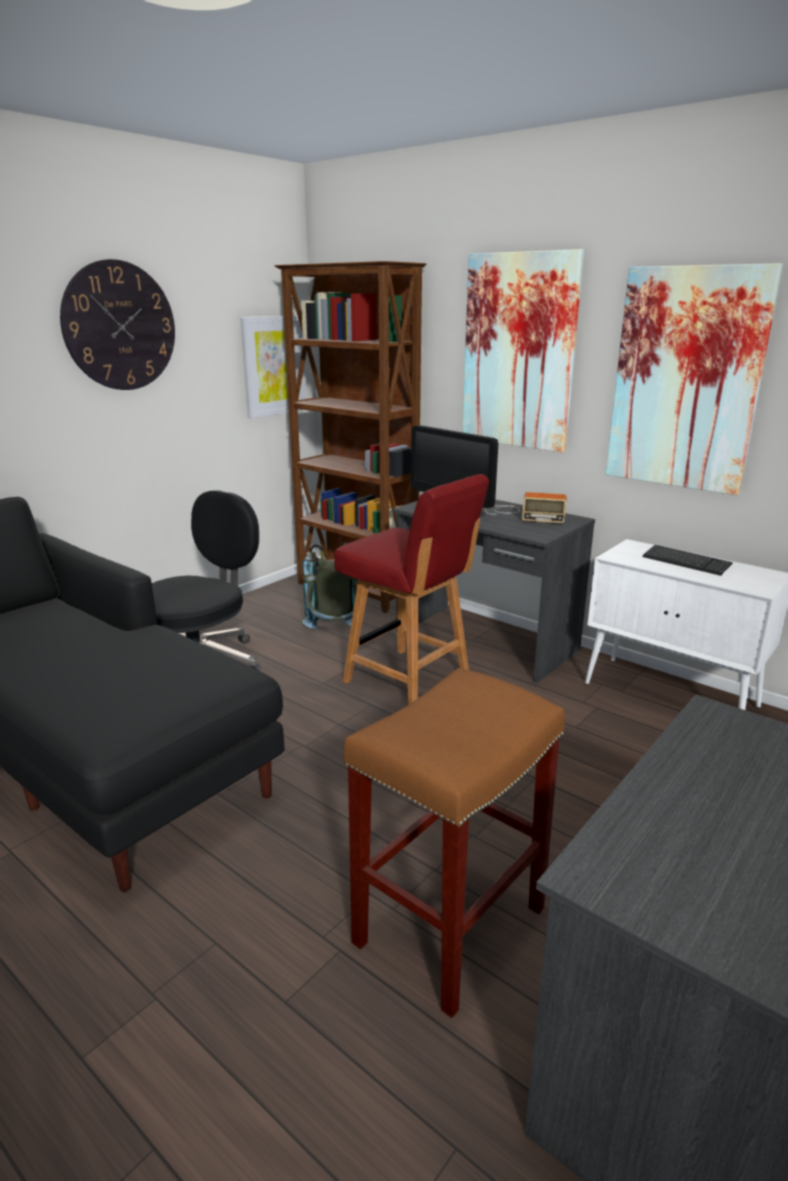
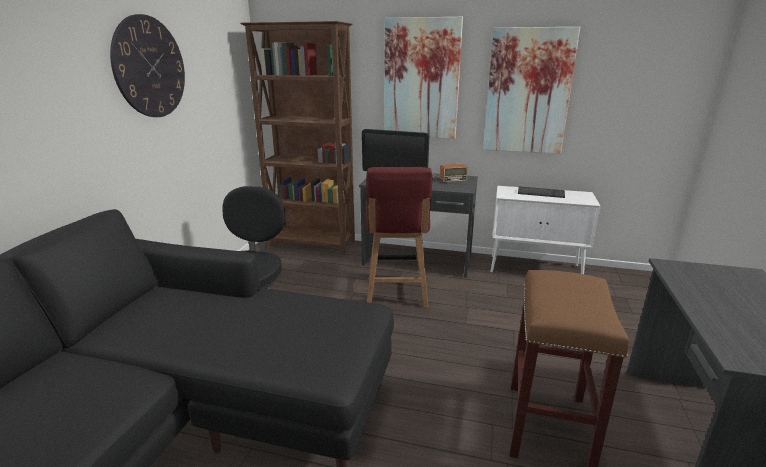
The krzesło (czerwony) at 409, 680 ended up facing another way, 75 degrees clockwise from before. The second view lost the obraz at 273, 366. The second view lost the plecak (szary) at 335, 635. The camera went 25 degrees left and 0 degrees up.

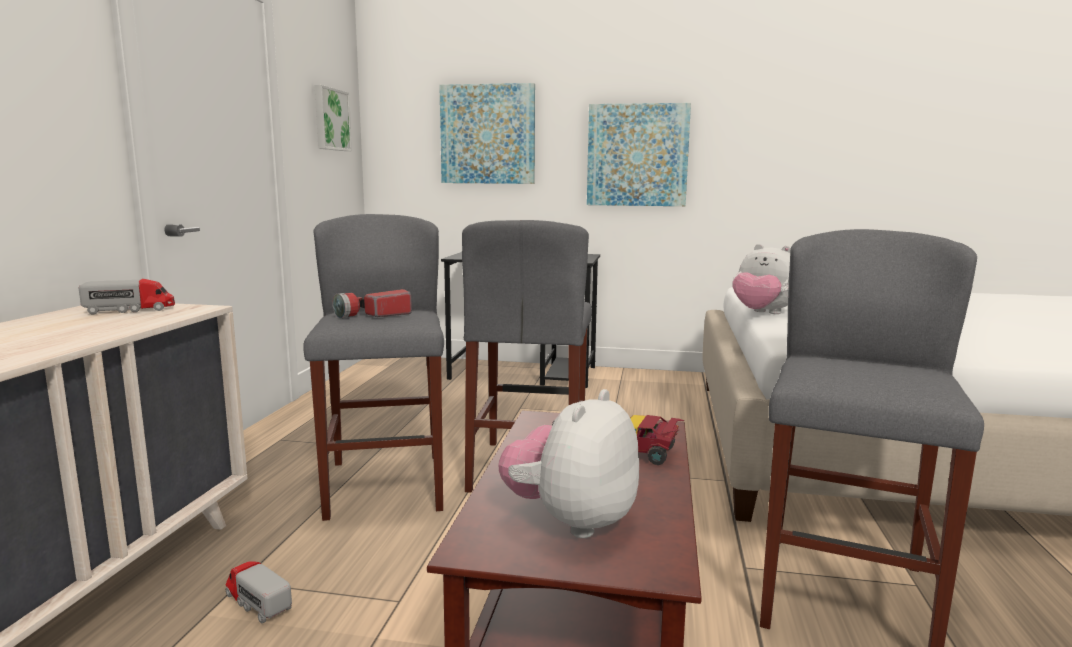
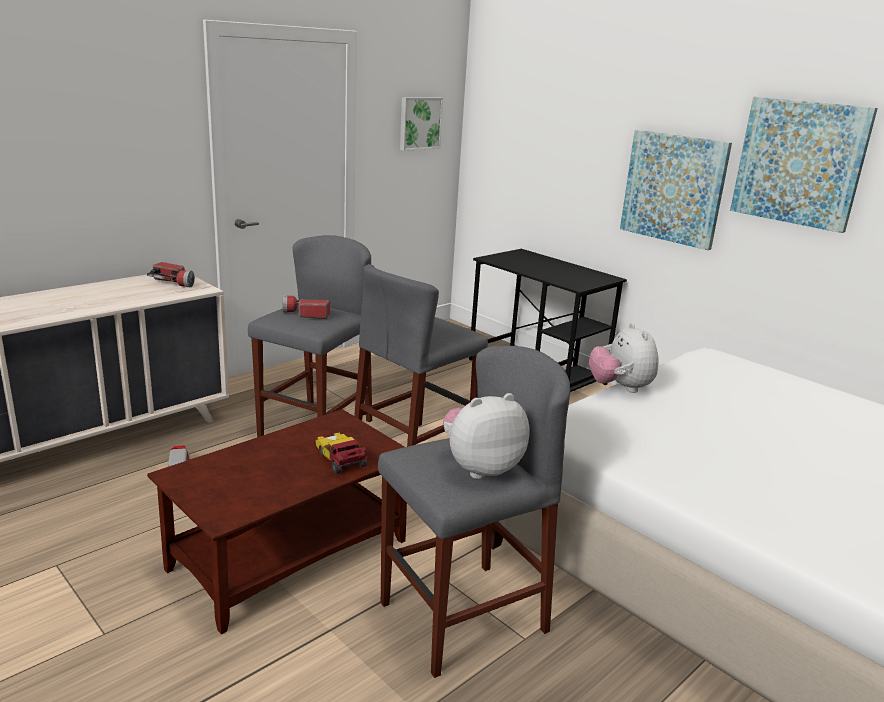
Where the ciężarówka zabawkowa stood at 130, 310, the latarka came to stand at 174, 283. The pluszak ended up elsewhere, having gone from 571, 521 to 480, 467. The obraz ended up elsewhere, having gone from 488, 134 to 799, 163. The camera went 35 degrees right and 10 degrees up.

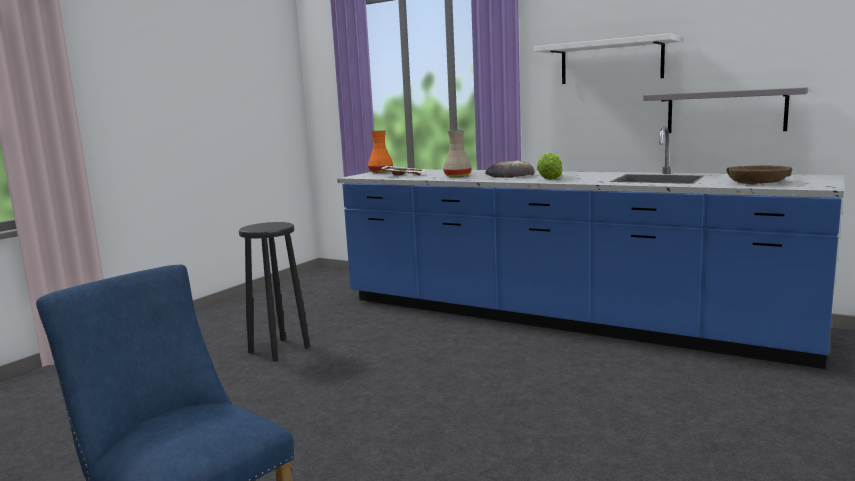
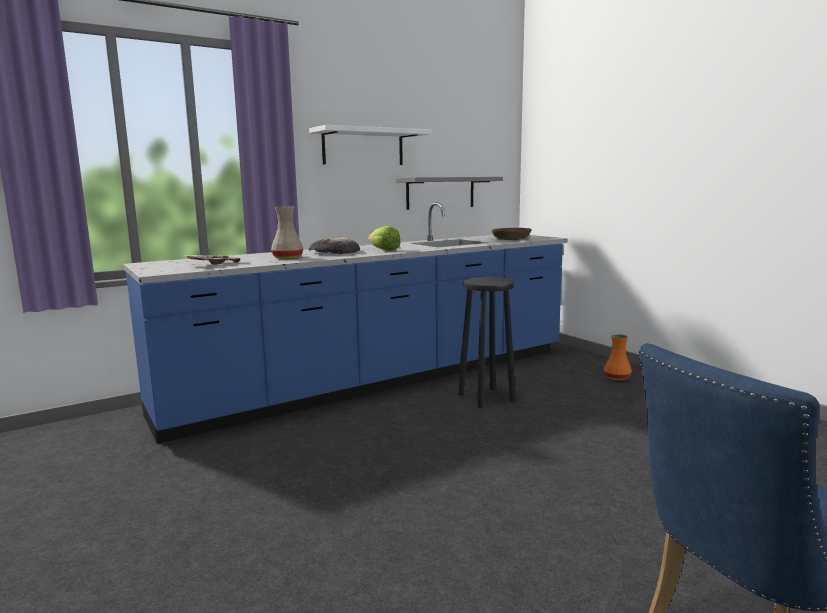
The stołek (czarny) ended up elsewhere, having gone from 279, 350 to 487, 397. The wazon (pomarańczowy) ended up elsewhere, having gone from 381, 172 to 616, 377. The camera went 65 degrees left and 0 degrees up.

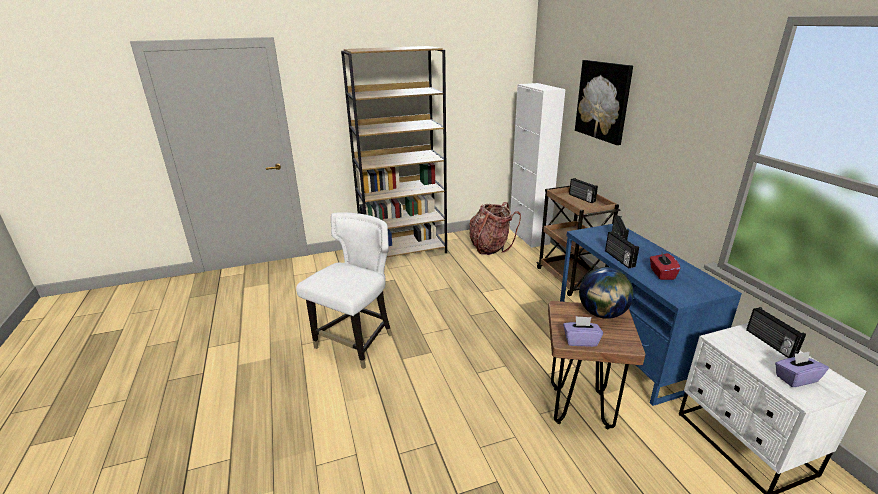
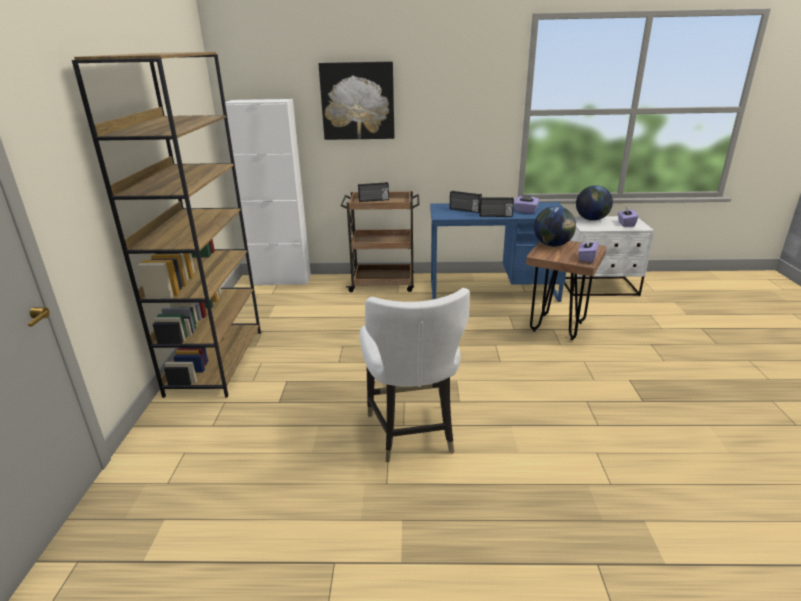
The krzesło (biały) at 356, 343 ended up facing another way, 150 degrees counterclockwise from before. What was the pudełko chusteczek (czerwony) at 661, 274 turned into the pudełko chusteczek (fioletowy) at 525, 211. Where the radio stood at 769, 343, the globus came to stand at 591, 219. The second view lost the plecak at 490, 247. The camera went 70 degrees left and 0 degrees up.

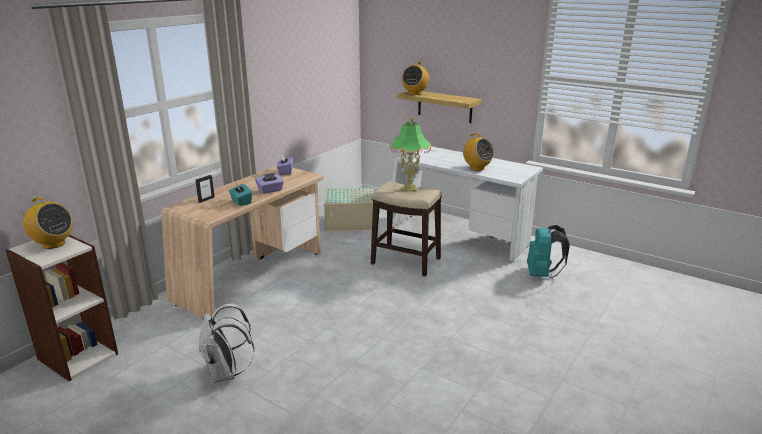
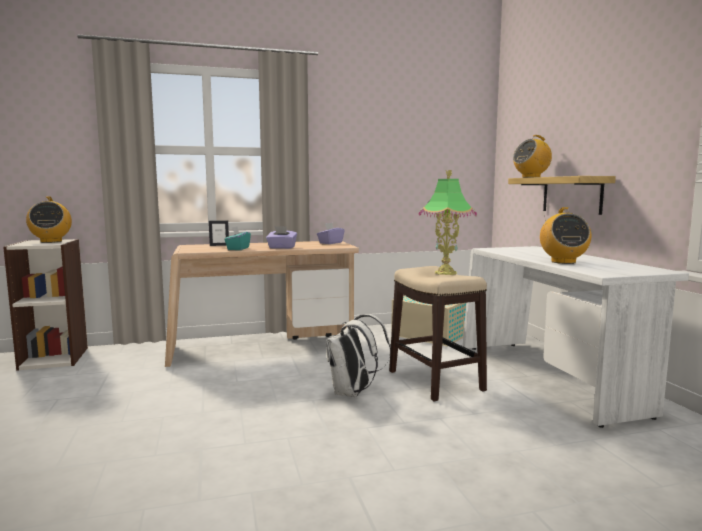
The plecak (biały) ended up elsewhere, having gone from 226, 374 to 353, 393. The second view lost the plecak (turkusowy) at 542, 274. The camera went 40 degrees right and 15 degrees down.

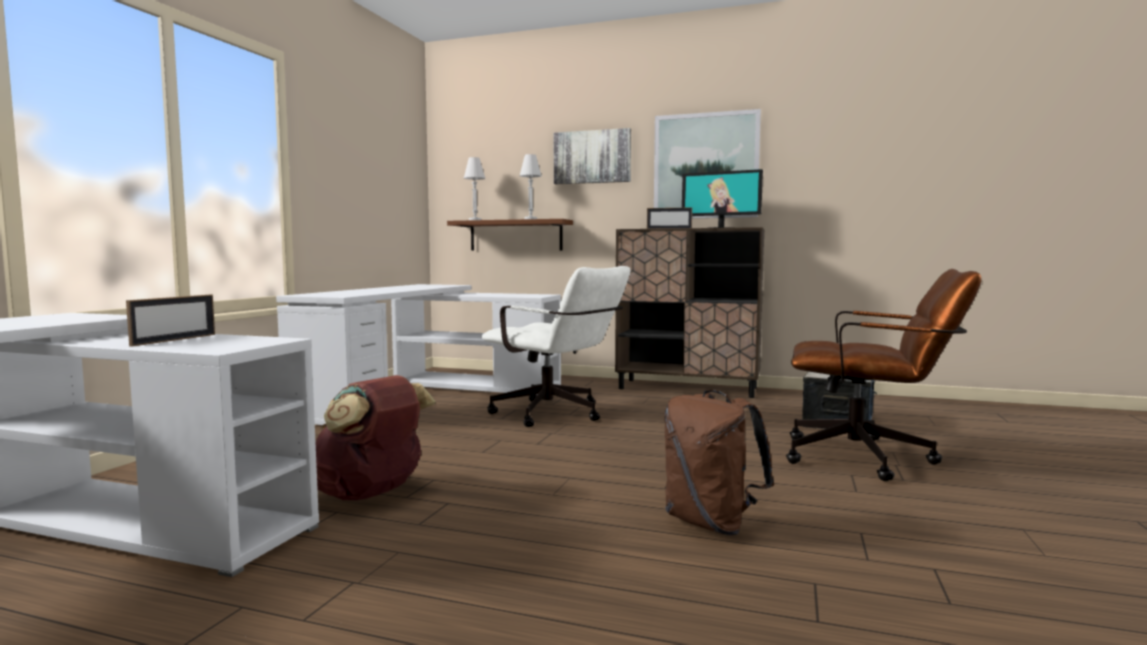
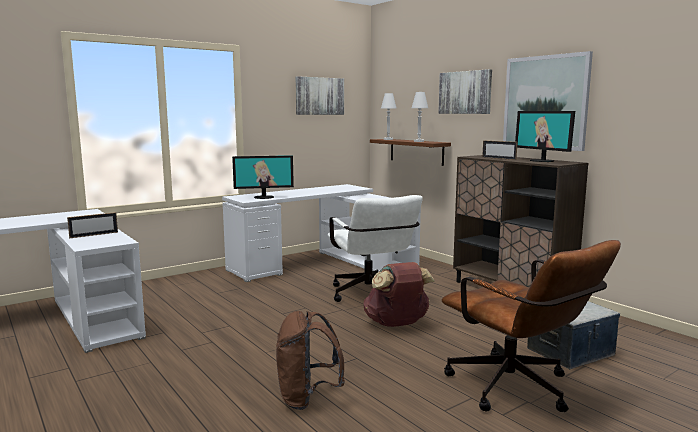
The second view gained the monitor at 264, 197. The second view gained the obraz at 319, 96. The plecak (brązowy) ended up elsewhere, having gone from 369, 494 to 397, 324. The camera went 35 degrees right and 5 degrees up.

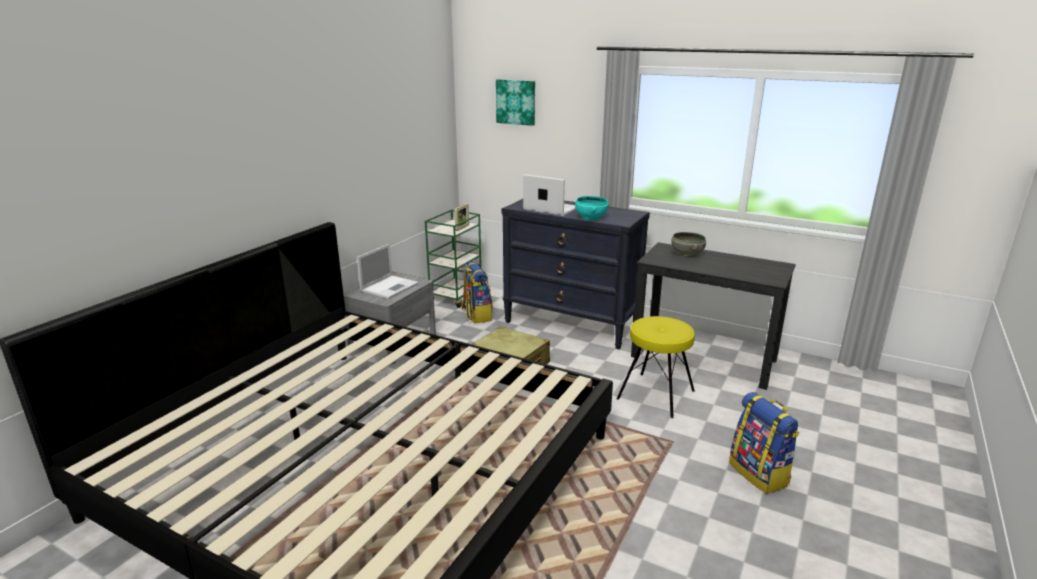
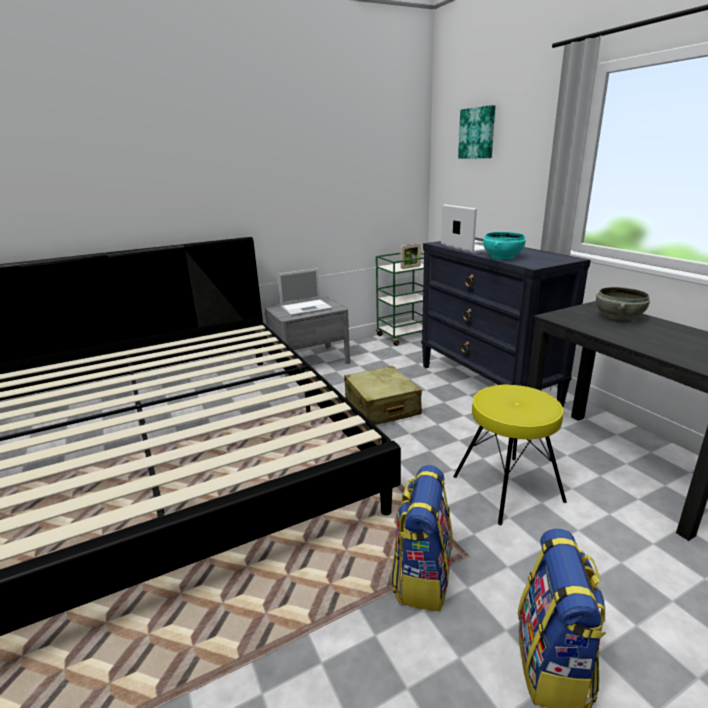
The plecak ended up elsewhere, having gone from 476, 315 to 421, 576. The camera went 35 degrees right and 0 degrees up.

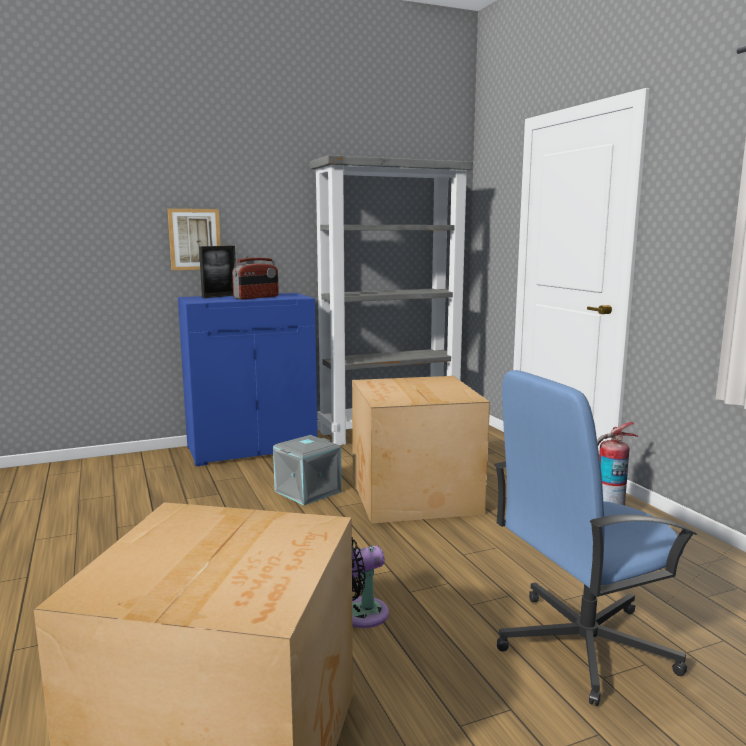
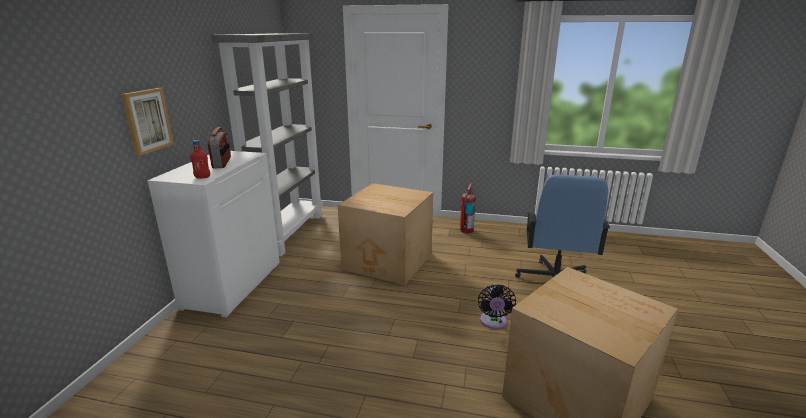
What was the szafka (niebieski) at 252, 448 turned into the szafka (biały) at 232, 285. The second view gained the butelka (czerwony) at 202, 177. The second view lost the ramka na zdjęcie at 219, 296. The second view lost the pojemnik do przechowywania (szary) at 308, 492. The camera went 55 degrees left and 10 degrees up.

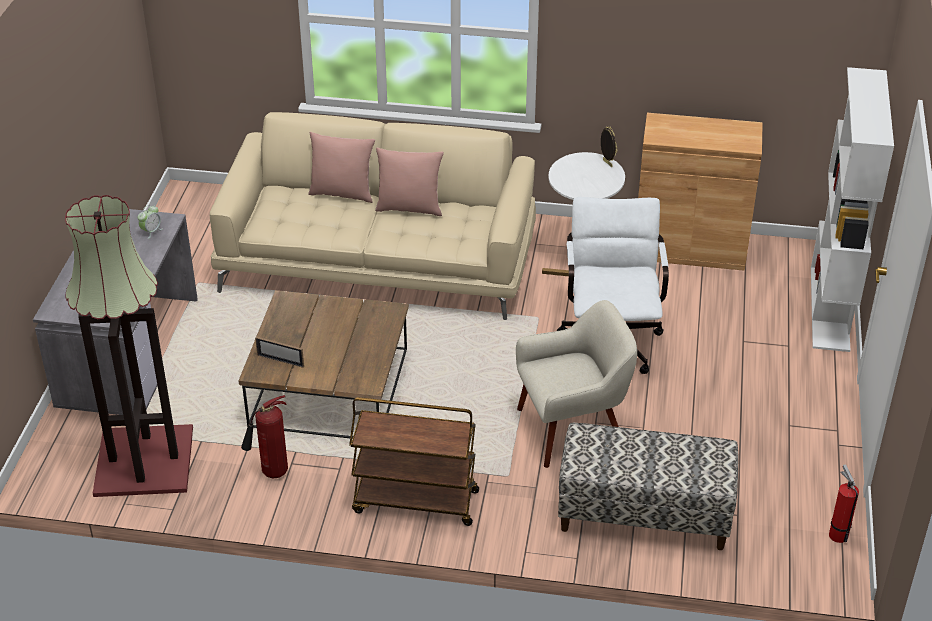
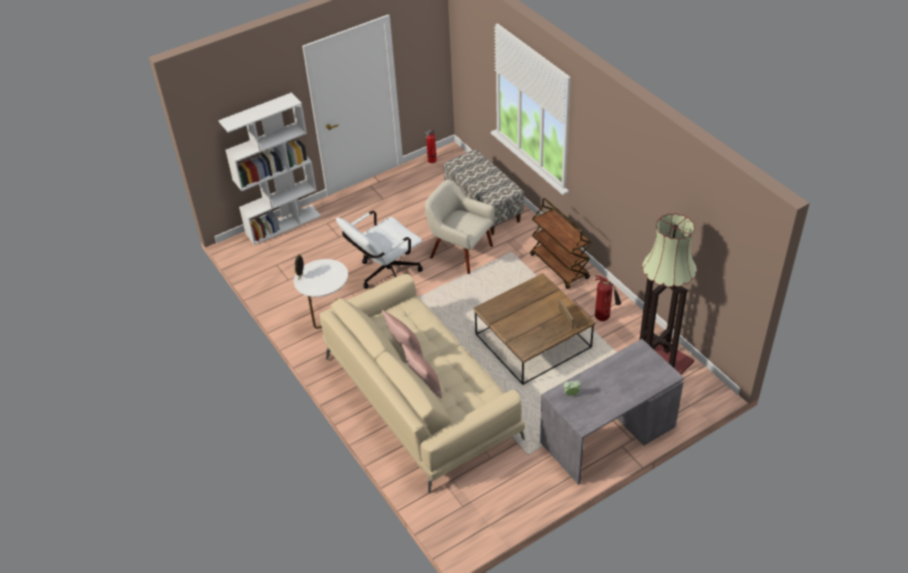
The second view lost the szafka (brązowy) at 689, 248. The camera went 130 degrees left and 5 degrees up.

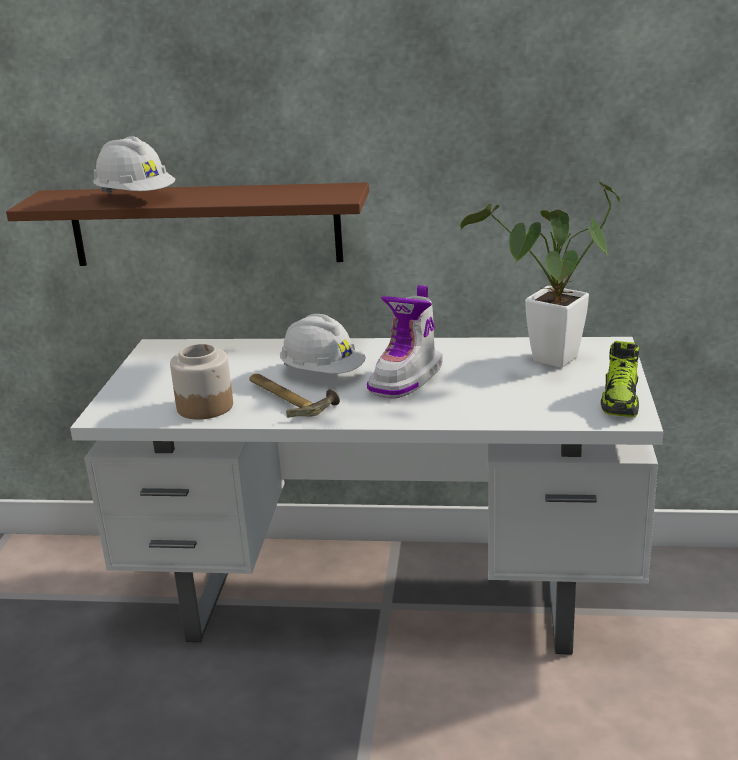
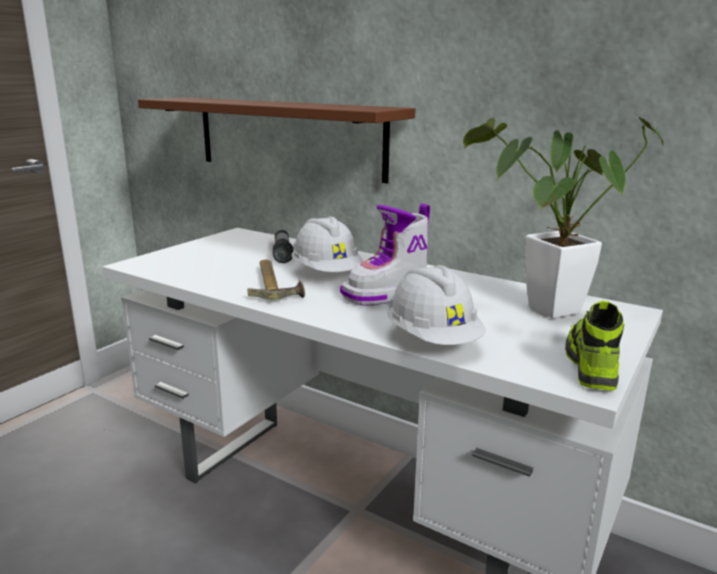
The second view gained the latarka at 282, 254. The kask (biały) ended up elsewhere, having gone from 136, 199 to 433, 340. The but at 621, 401 ended up facing another way, 150 degrees clockwise from before. The second view lost the słoik at 205, 406. The camera went 25 degrees right and 5 degrees down.

